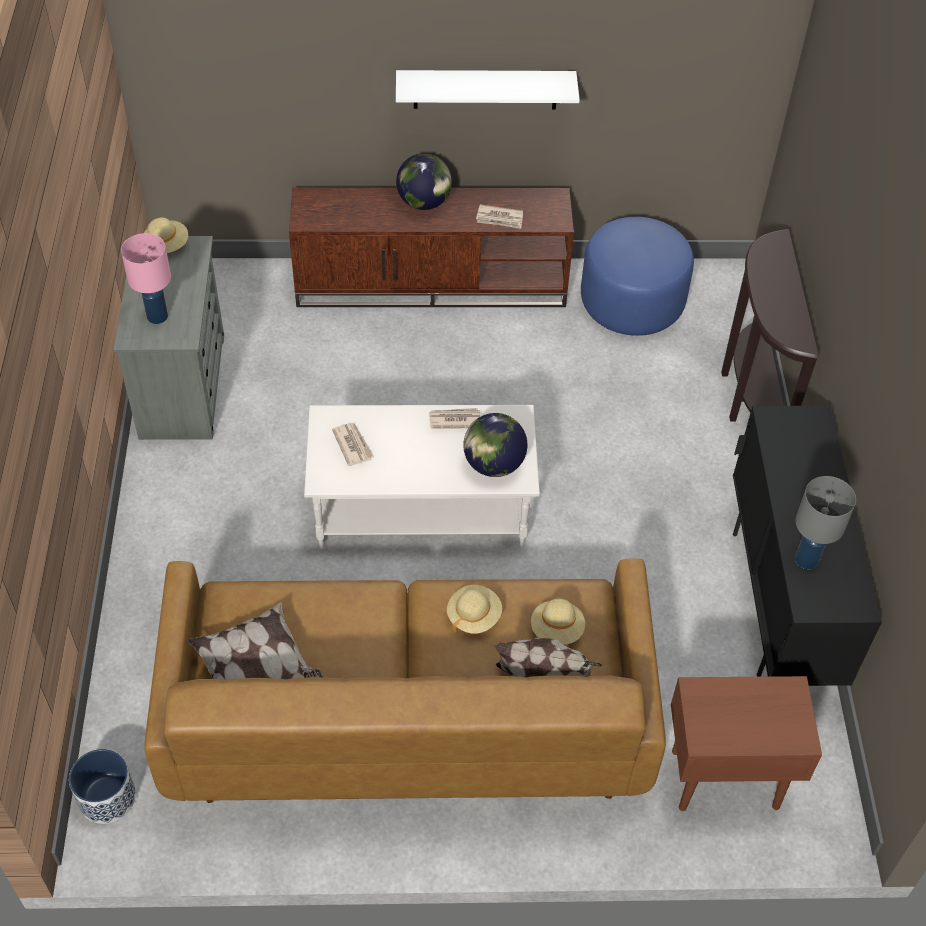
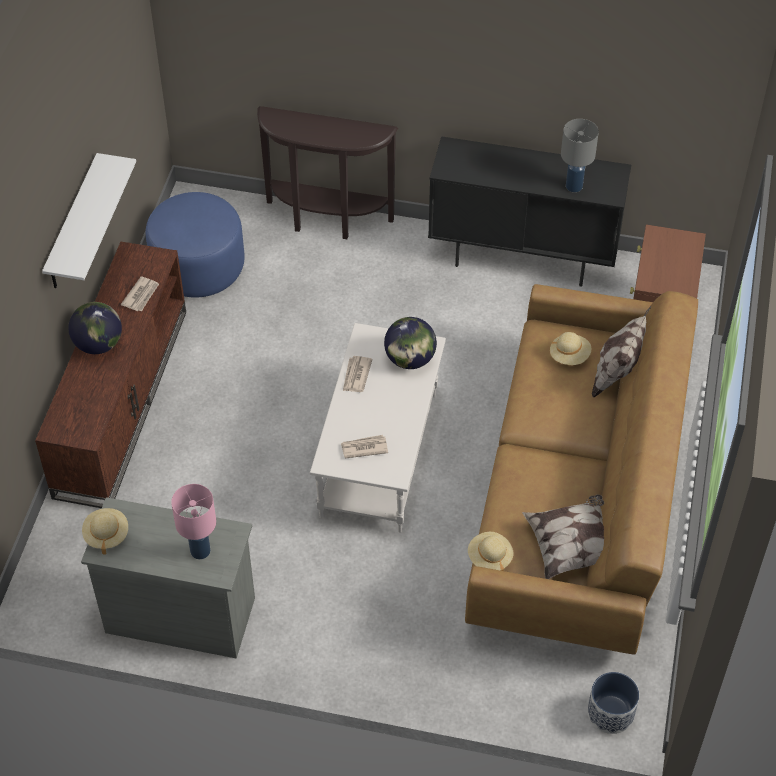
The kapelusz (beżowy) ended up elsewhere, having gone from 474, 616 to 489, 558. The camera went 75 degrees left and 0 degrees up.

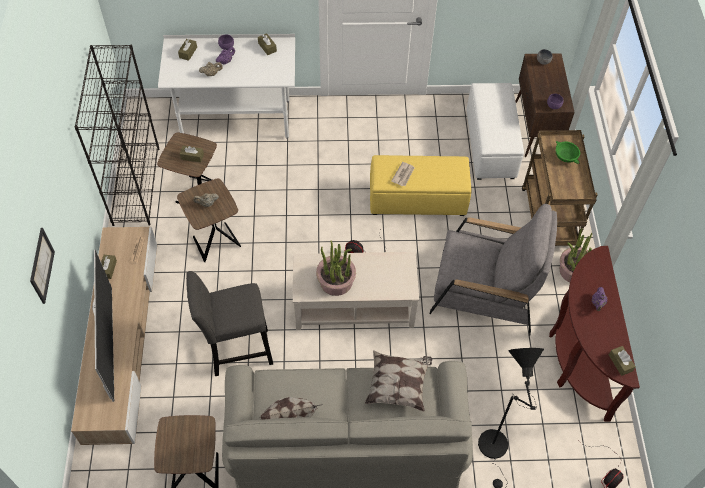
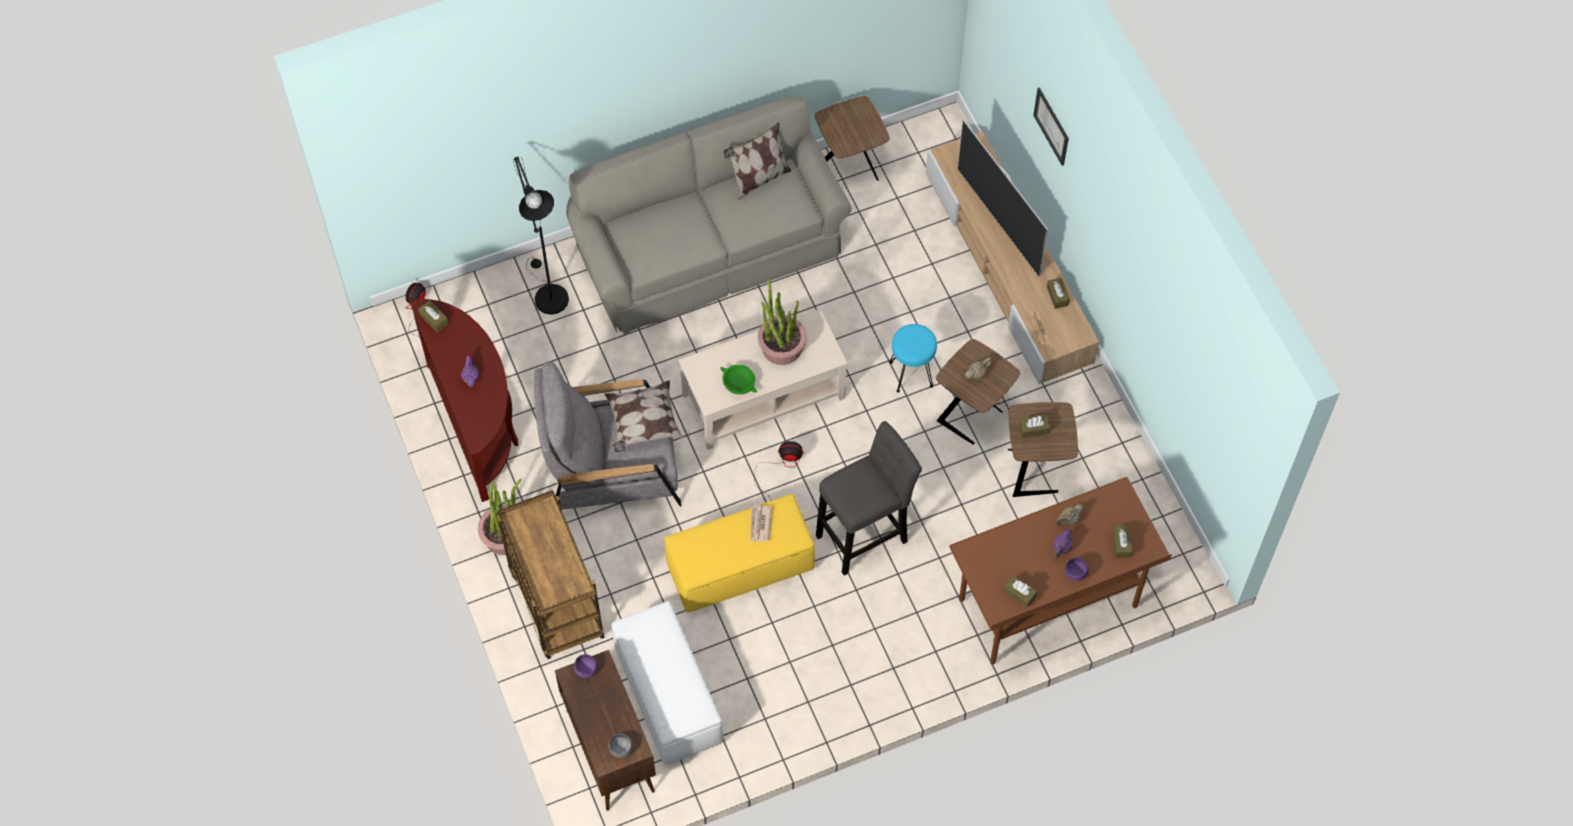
The poduszka ended up elsewhere, having gone from 398, 385 to 643, 423. The miska (zielony) ended up elsewhere, having gone from 565, 156 to 739, 384. The stołek (szary) ended up elsewhere, having gone from 237, 351 to 865, 535. The second view gained the stołek (turkusowy) at 912, 374. What was the biurko (biały) at 236, 120 turned into the biurko (brązowy) at 1048, 604. The second view lost the regał (czarny) at 136, 185. The camera went 160 degrees right and 5 degrees up.

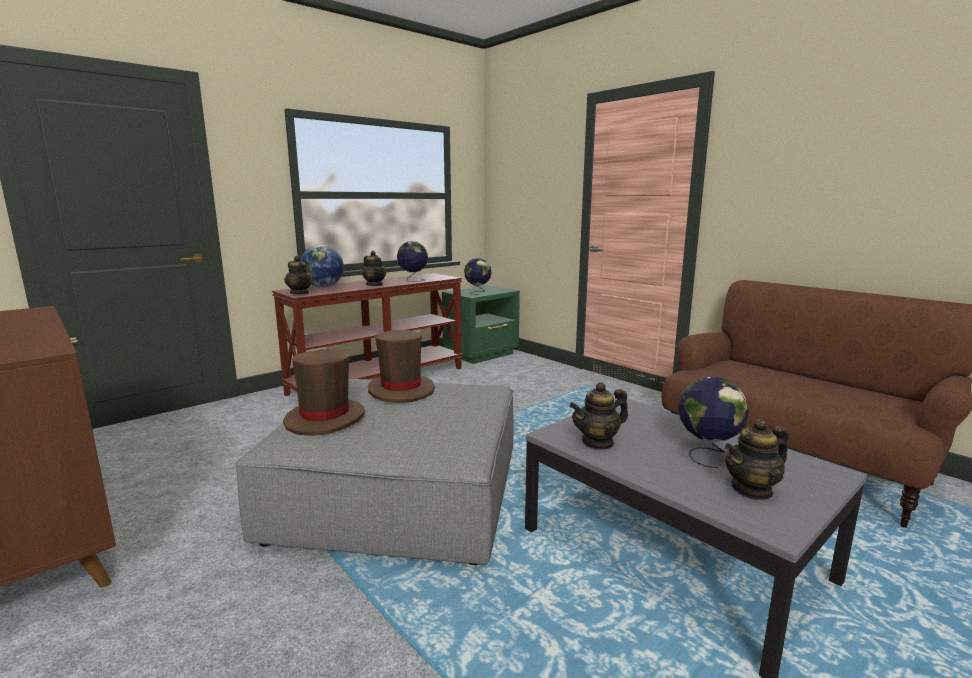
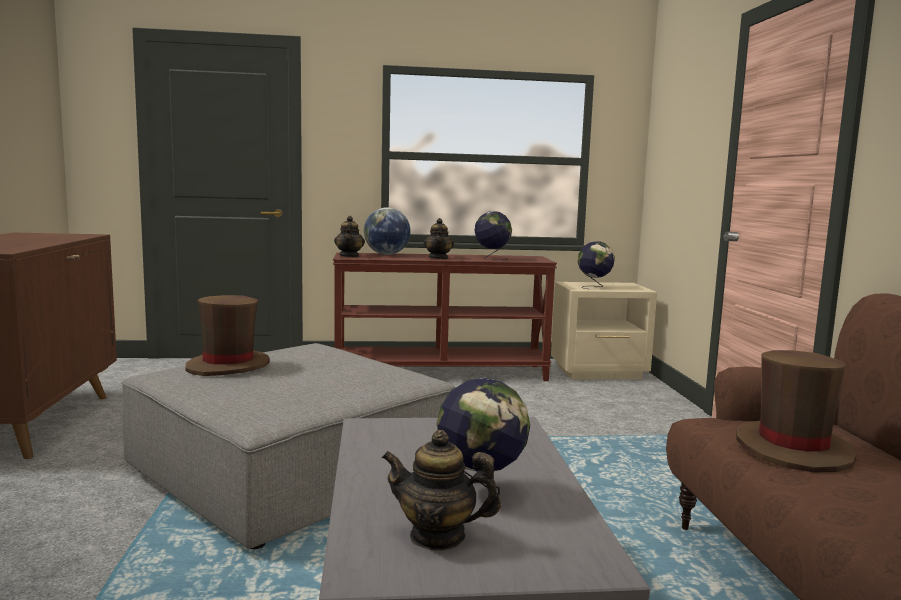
What was the szafka nocna (zielony) at 482, 354 turned into the szafka nocna (beżowy) at 600, 372. The kapelusz (brązowy) ended up elsewhere, having gone from 401, 390 to 793, 449. The second view lost the imbryk at 598, 442. The camera went 35 degrees right and 5 degrees down.

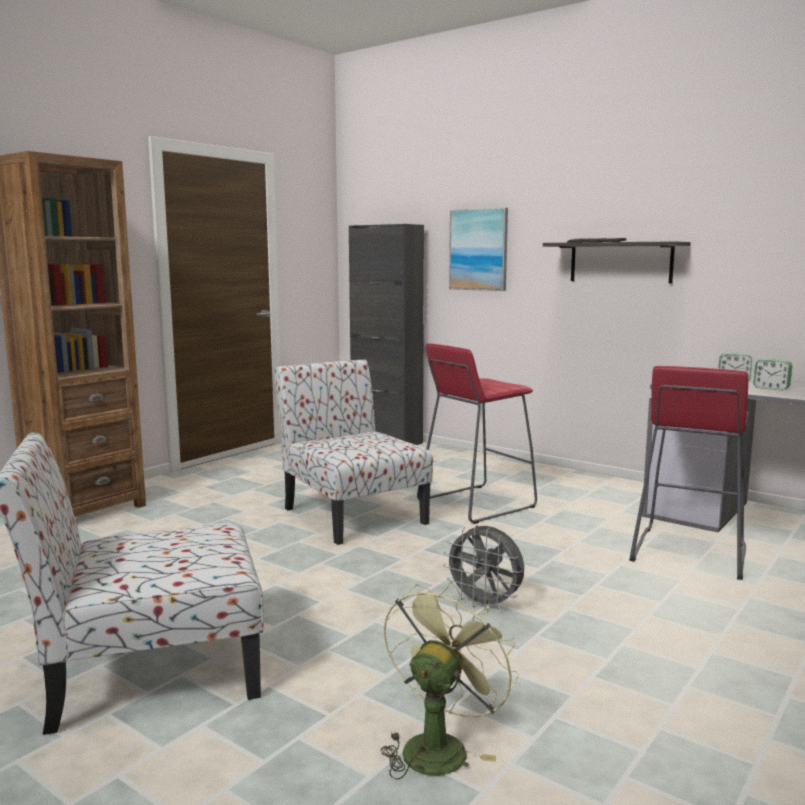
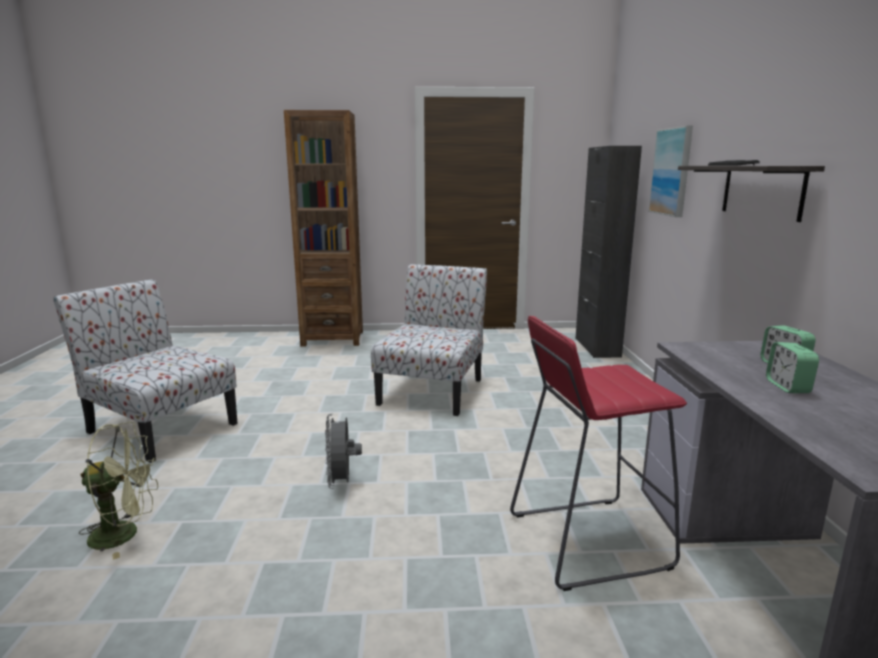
The second view lost the stołek (czerwony) at 475, 504. The camera went 50 degrees right and 5 degrees up.

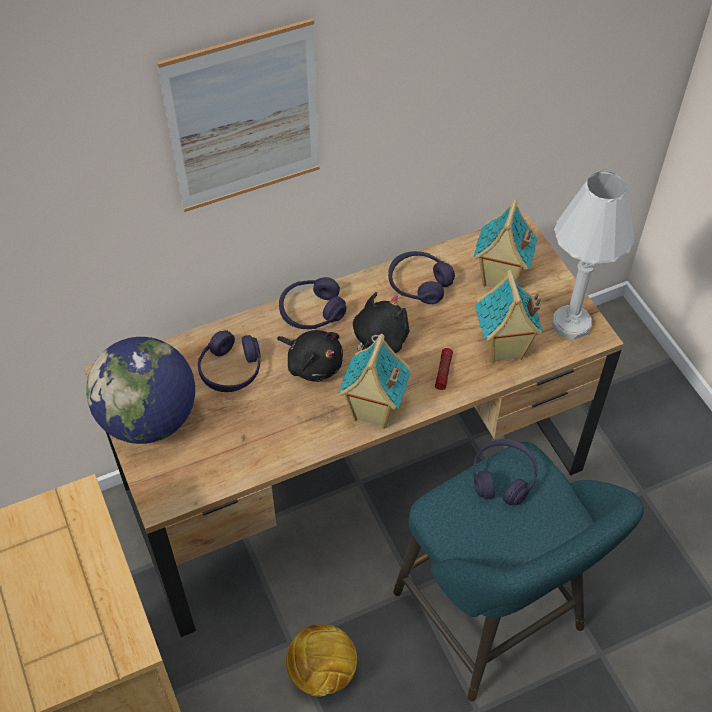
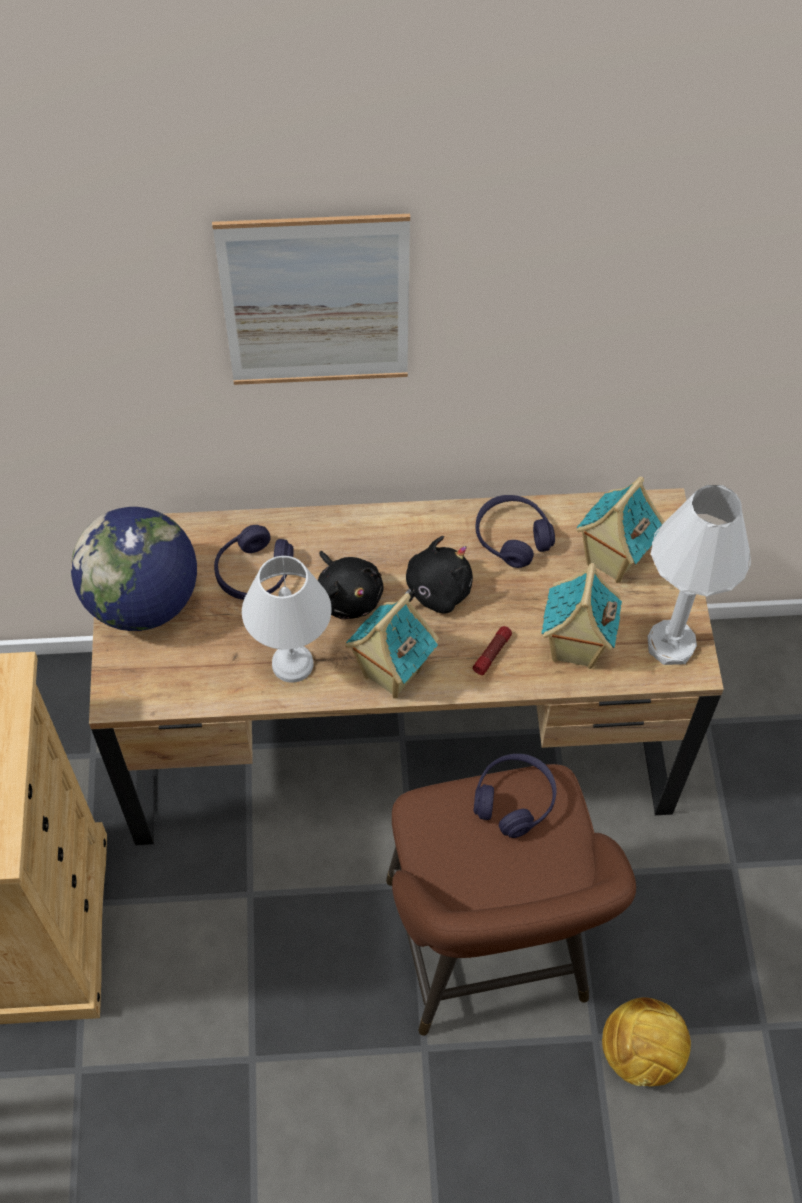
The second view gained the lampa stołowa (biały) at 290, 665. What was the stołek (turkusowy) at 494, 619 turned into the stołek (brązowy) at 488, 952. The piłka futbolowa ended up elsewhere, having gone from 323, 672 to 641, 1053. The second view lost the słuchawki (fioletowy) at 311, 311. The camera went 20 degrees right and 5 degrees up.

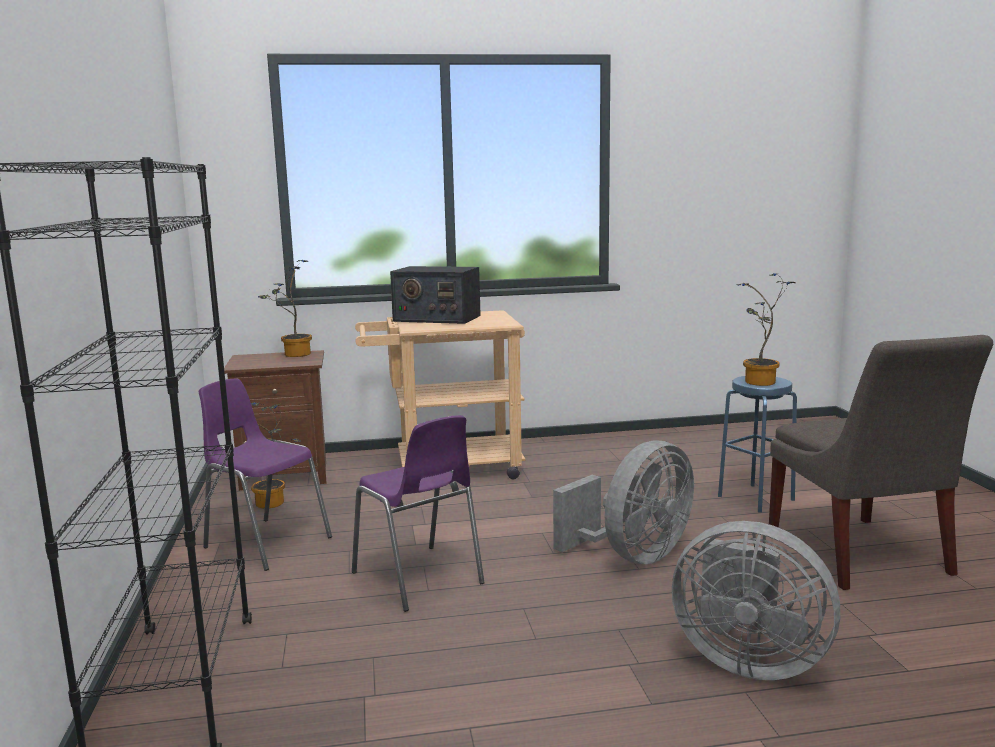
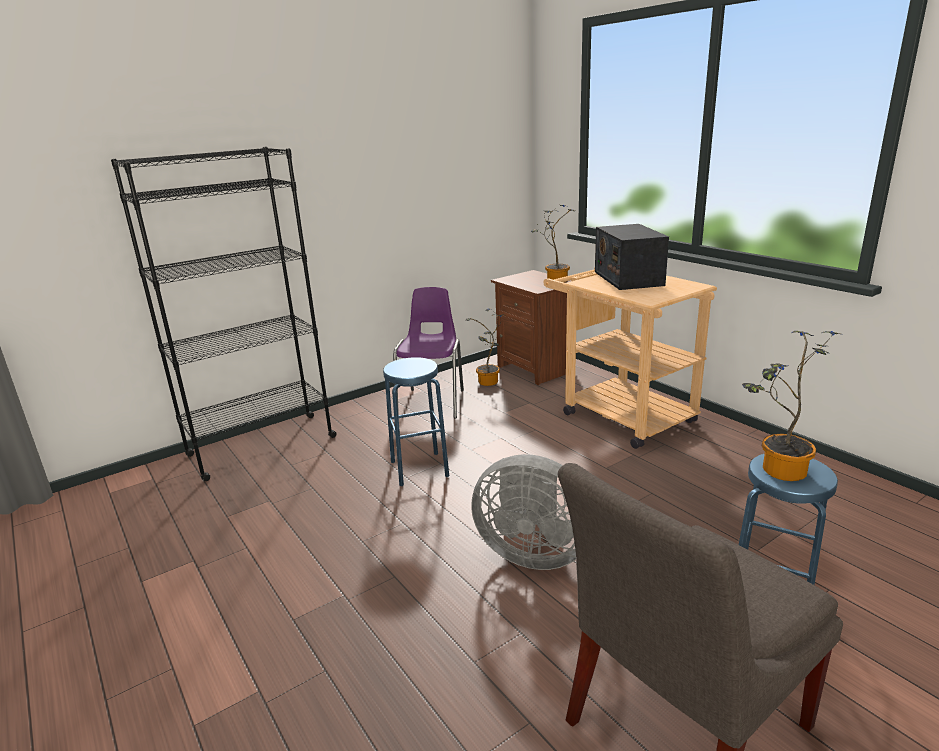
Where the krzesło (fioletowy) stood at 419, 579, the stołek (niebieski) came to stand at 419, 469. The second view lost the wentylator (szary) at 747, 660. The camera went 65 degrees right and 10 degrees up.

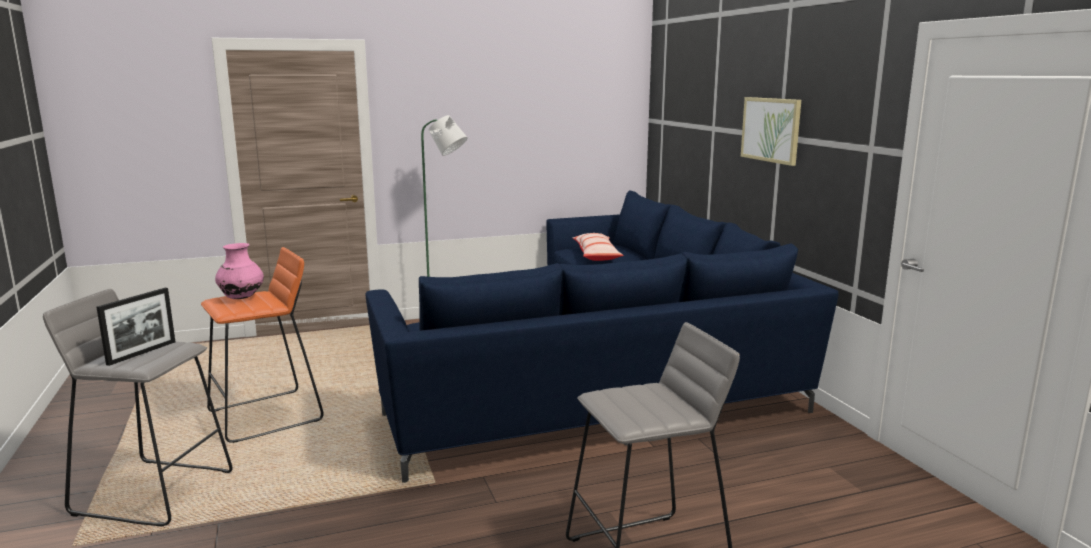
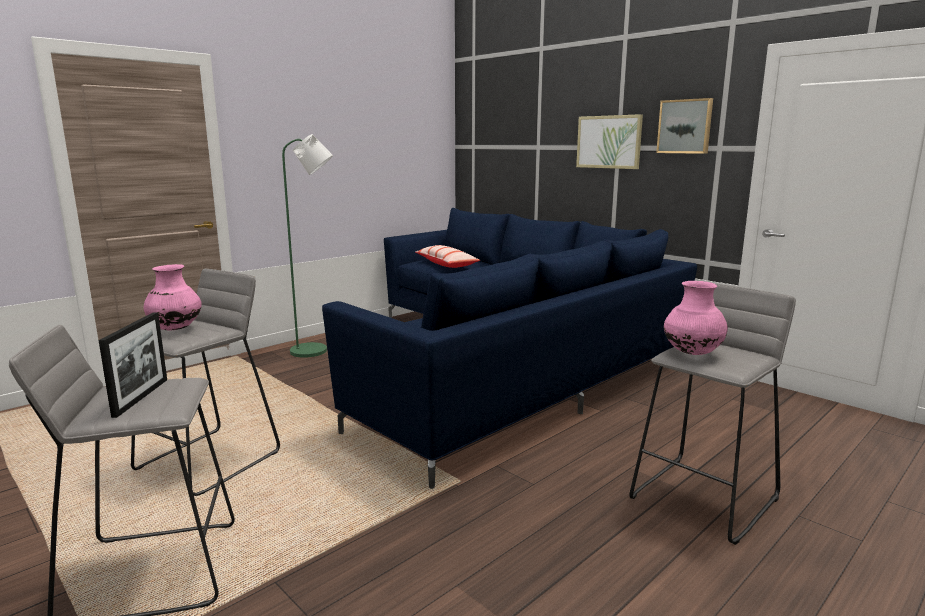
What was the stołek (pomarańczowy) at 267, 416 turned into the stołek (szary) at 210, 461. The second view gained the obraz at 685, 126. The second view gained the wazon (różowy) at 692, 353. The camera went 25 degrees left and 0 degrees up.

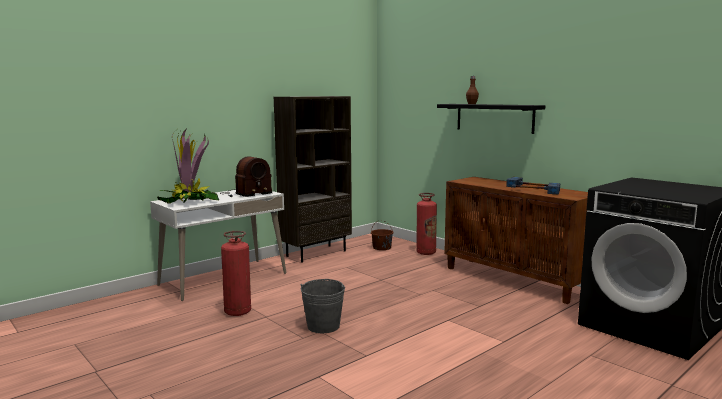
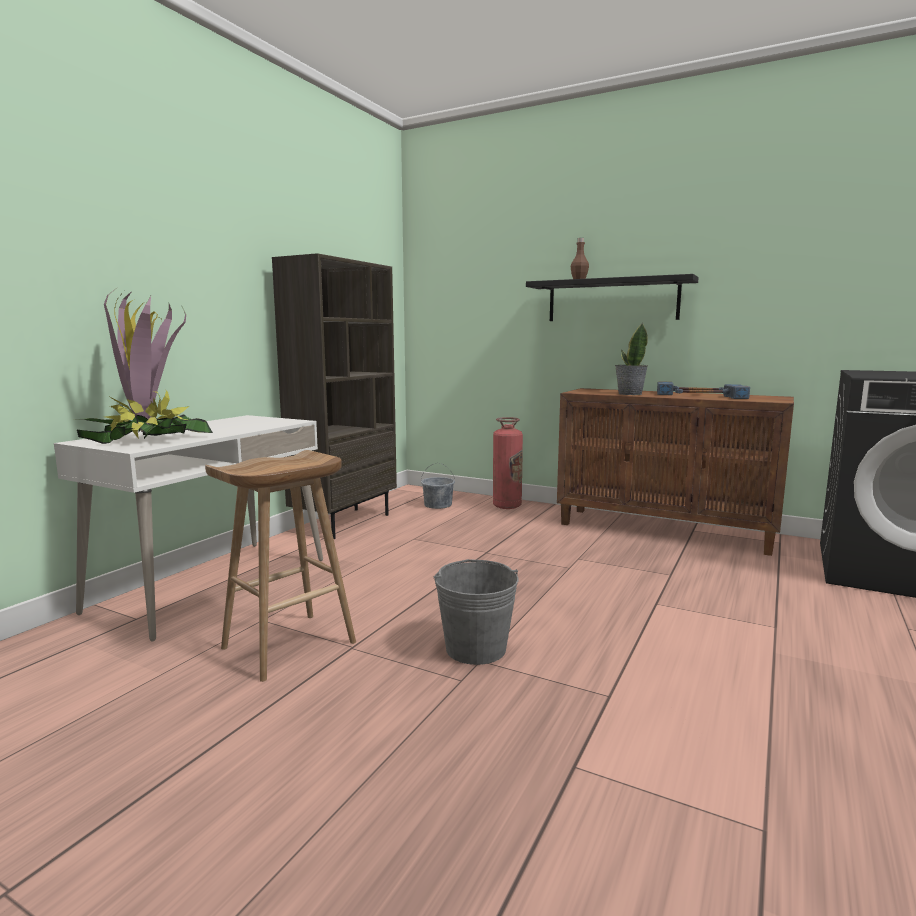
Where the gaśnica stood at 237, 312, the stołek (brązowy) came to stand at 288, 646. What was the wiadro (brązowy) at 382, 248 turned into the wiadro (szary) at 438, 505. The second view gained the roślina doniczkowa at 629, 394. The second view lost the radio at 245, 194. The camera went 20 degrees left and 0 degrees up.

